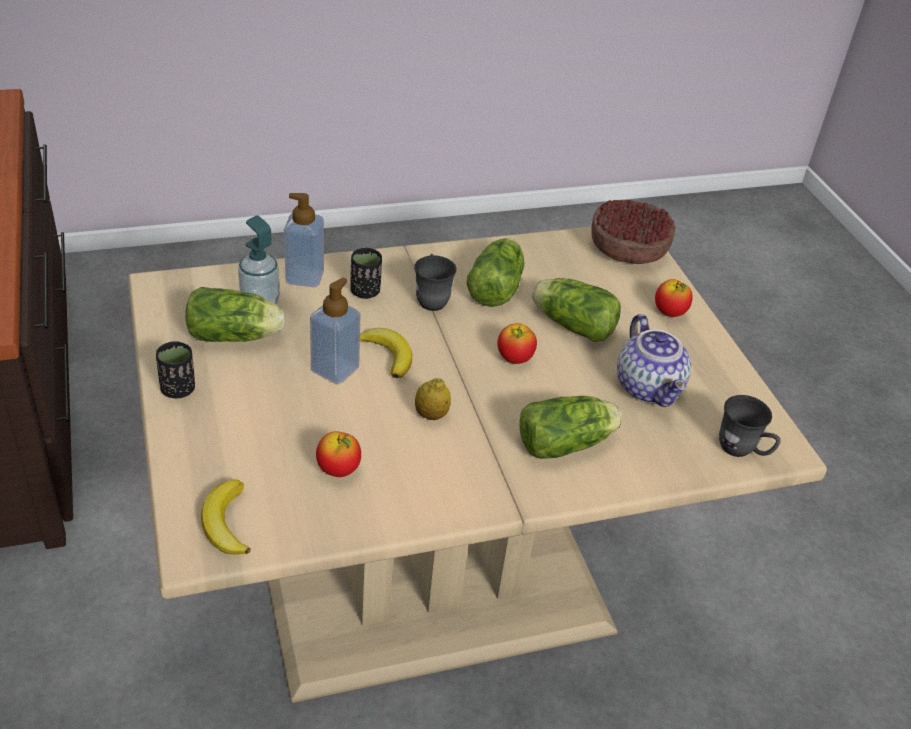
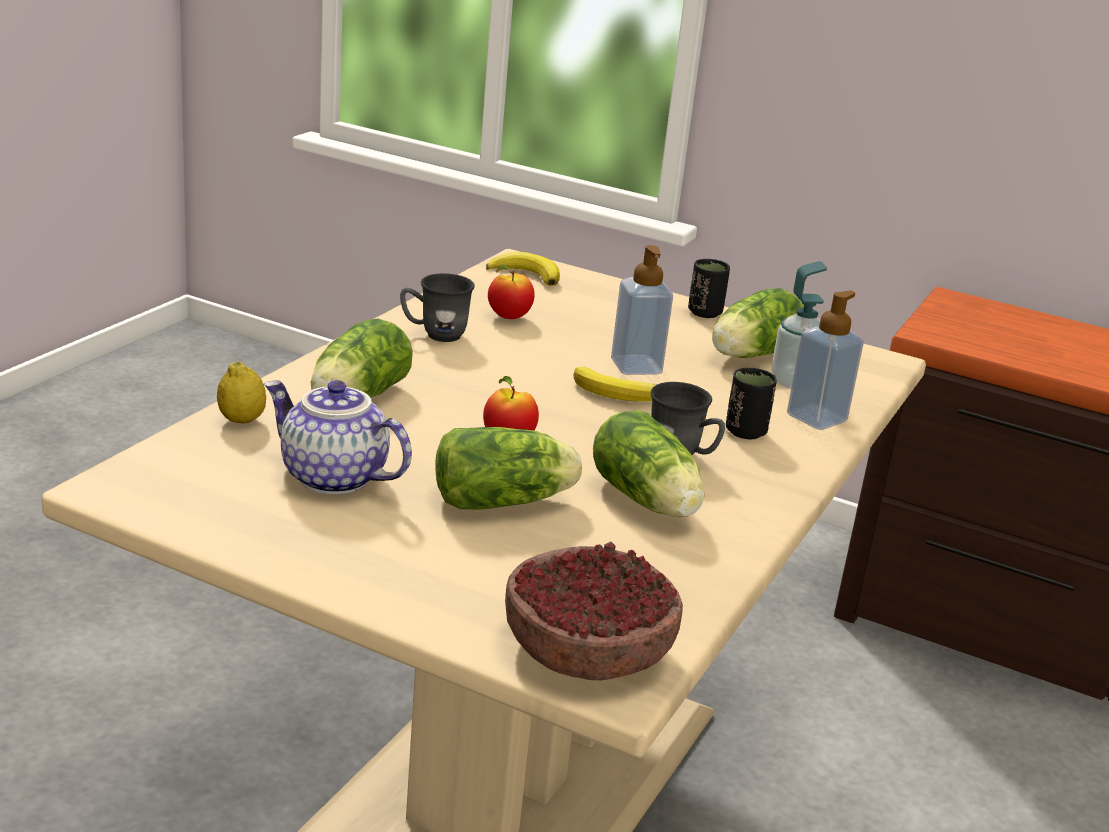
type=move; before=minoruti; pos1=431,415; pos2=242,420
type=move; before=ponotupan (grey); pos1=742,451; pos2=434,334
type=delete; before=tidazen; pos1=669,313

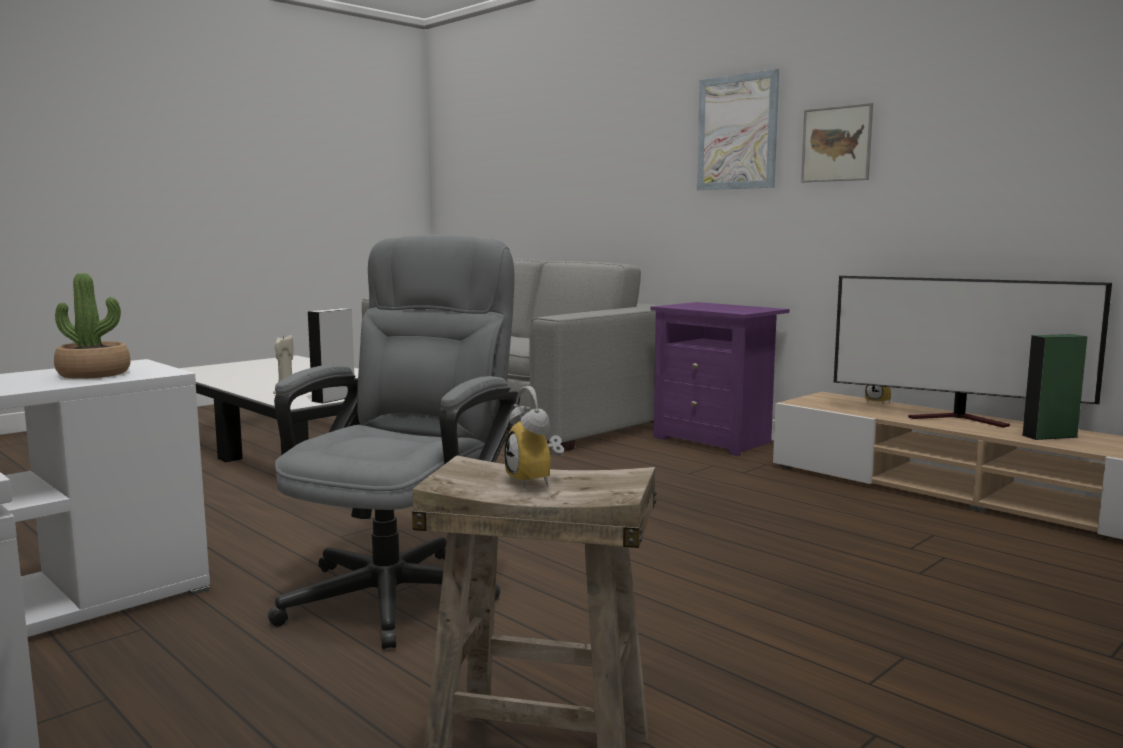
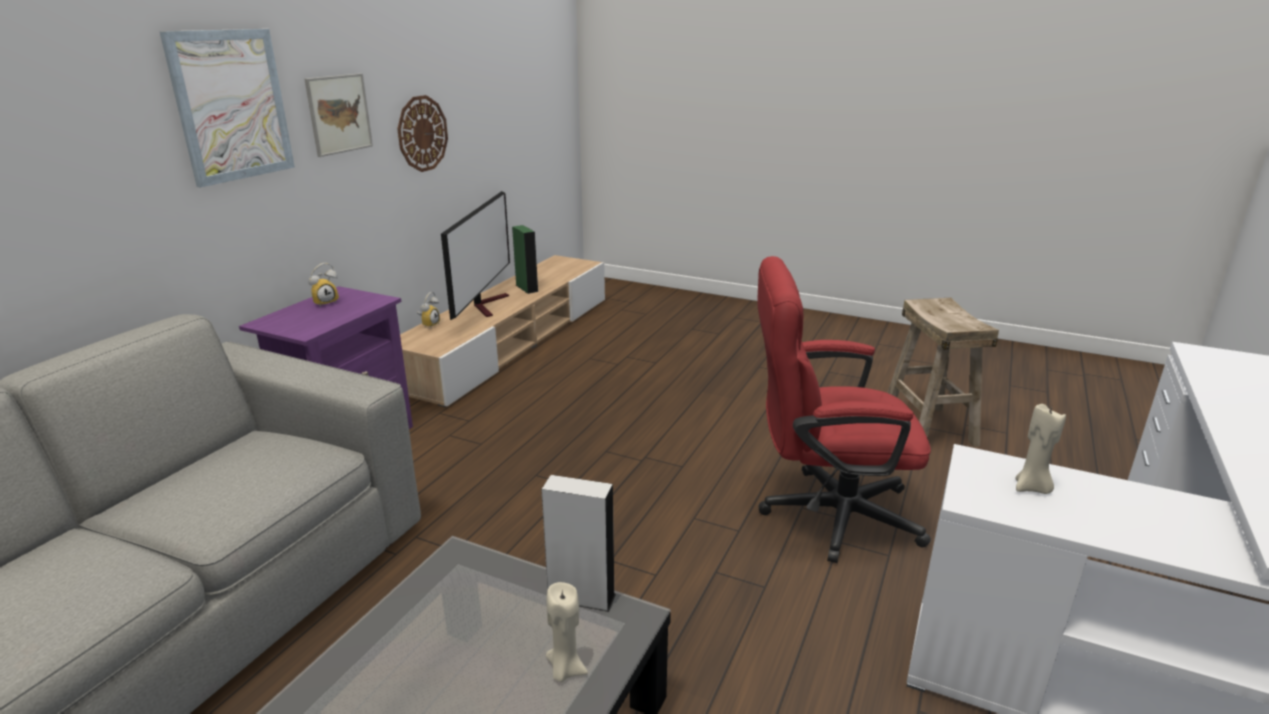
type=move; before=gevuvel; pos1=537,481; pos2=325,302
type=insert; after=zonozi; pos2=422,133
type=recolor; before=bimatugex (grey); after=bimatugex (red); pos1=402,588; pos2=825,514
type=replace; before=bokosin; after=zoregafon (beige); pos1=94,374; pos2=1031,488

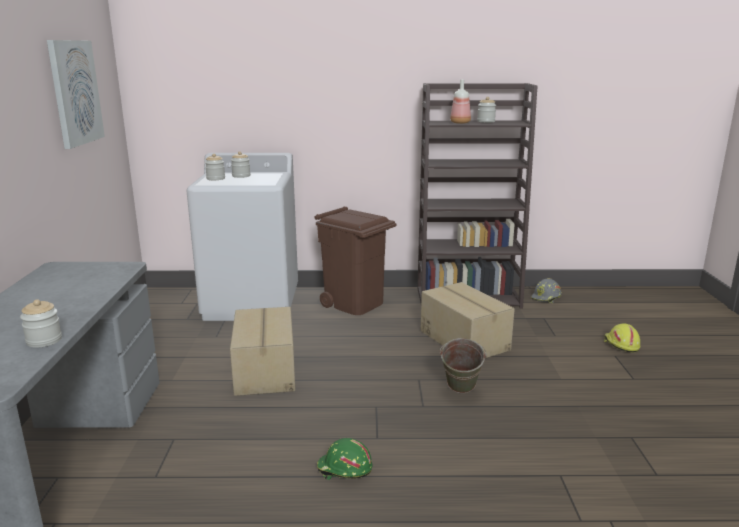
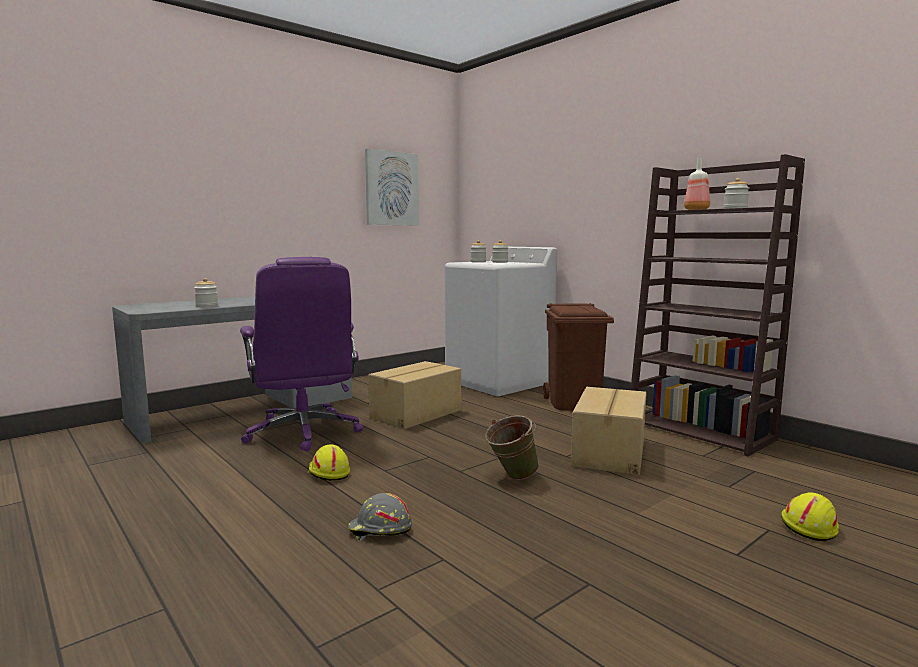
type=insert; after=bimatugex (purple); pos2=303,432
type=recolor; before=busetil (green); after=busetil (yellow); pos1=344,469; pos2=328,473
type=move; before=busetil (grey); pos1=546,298; pos2=380,530

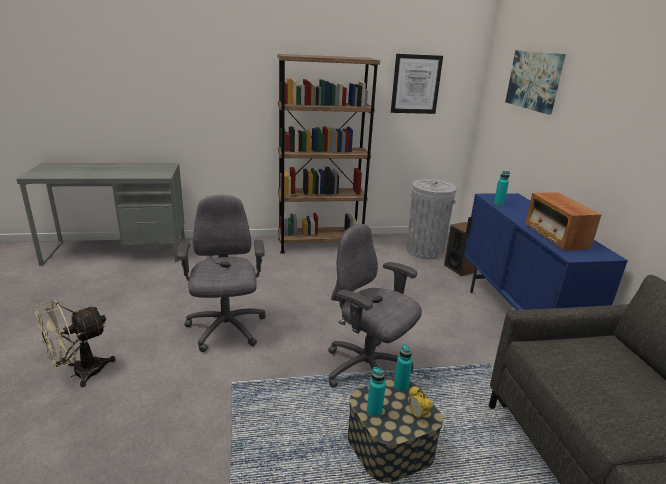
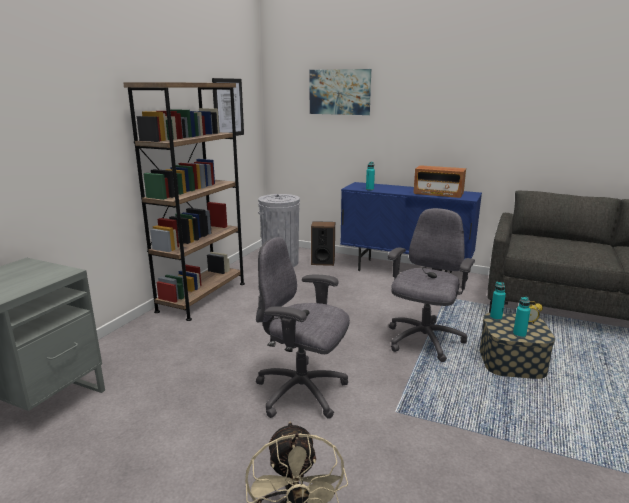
type=rotate; before=bimatugex (grey); pos1=367,370; pos2=423,341; turn=135

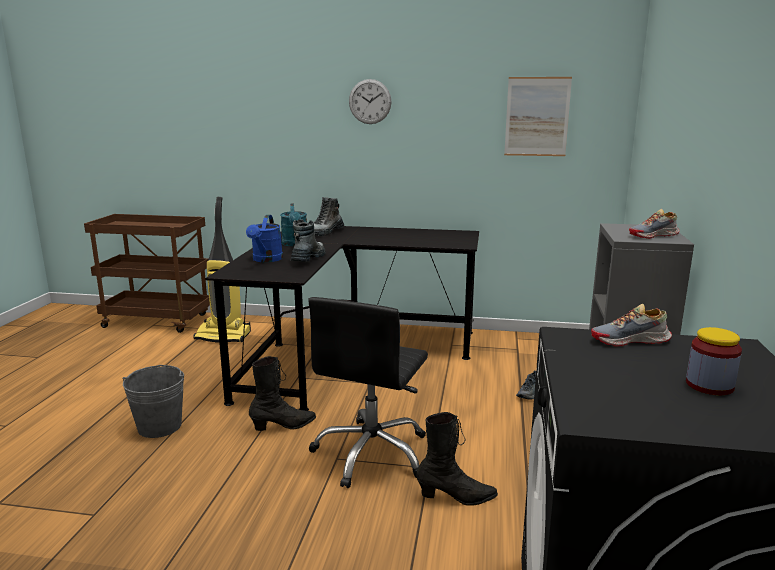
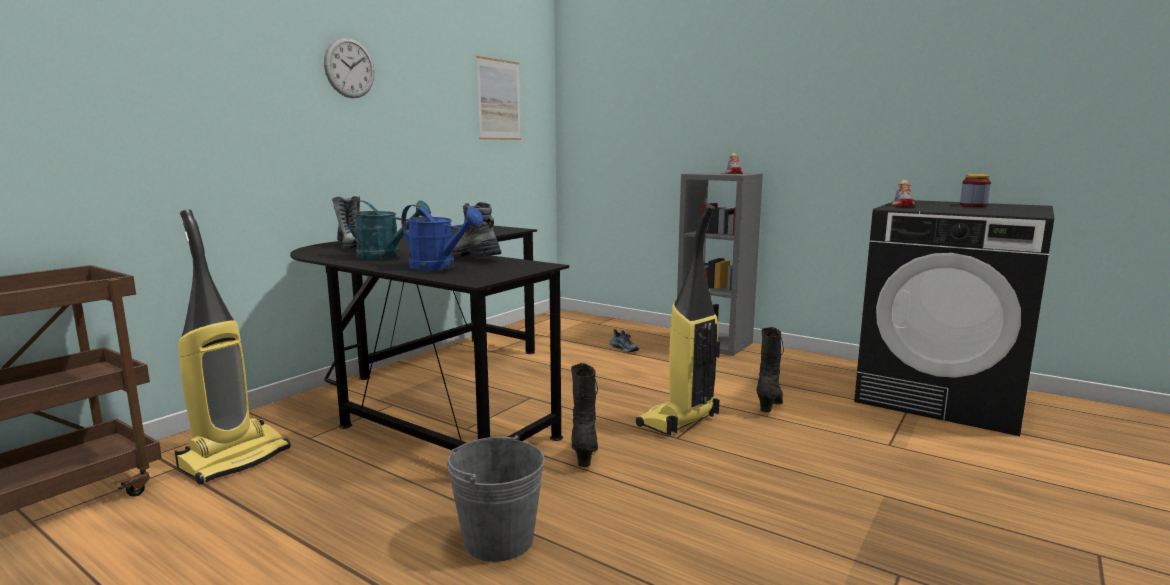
type=replace; before=bimatugex (black); after=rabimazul; pos1=372,453; pos2=679,421

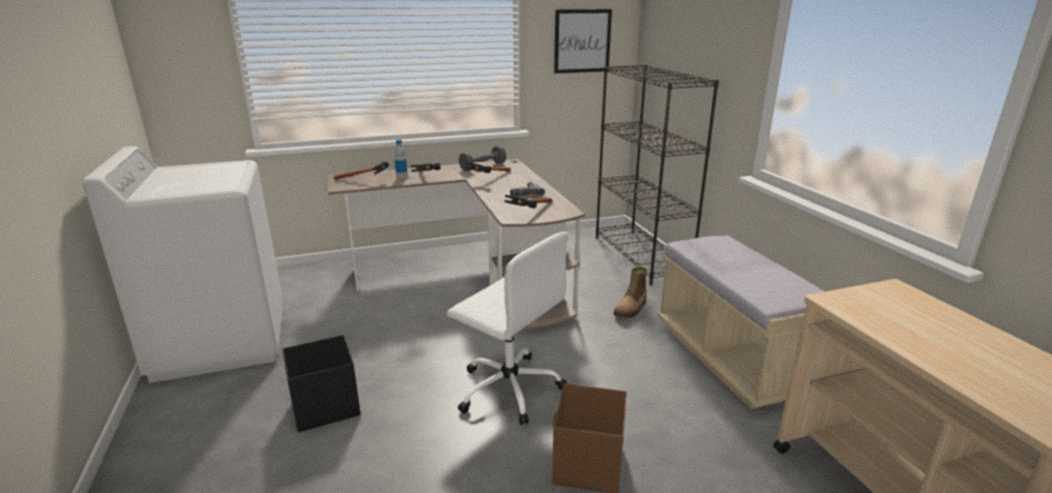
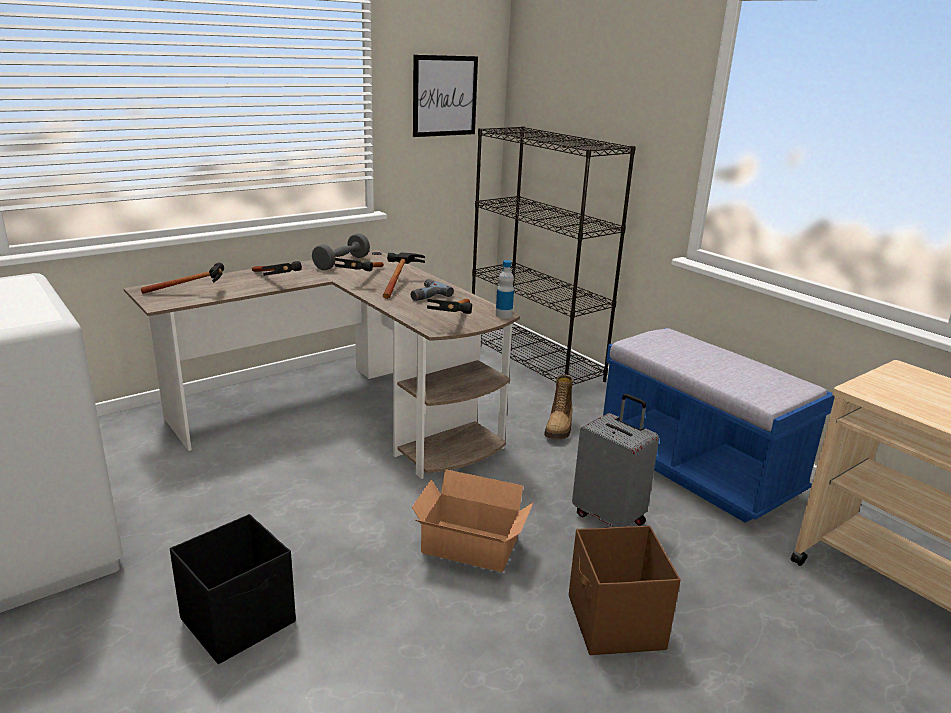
type=insert; after=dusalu; pos2=398,284
type=replace; before=bimatugex (white); after=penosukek; pos1=508,388; pos2=470,548
type=move; before=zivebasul; pos1=402,176; pos2=503,315
type=insert; after=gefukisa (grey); pos2=609,517
type=recolor; before=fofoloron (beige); after=fofoloron (blue); pos1=732,358; pos2=696,468

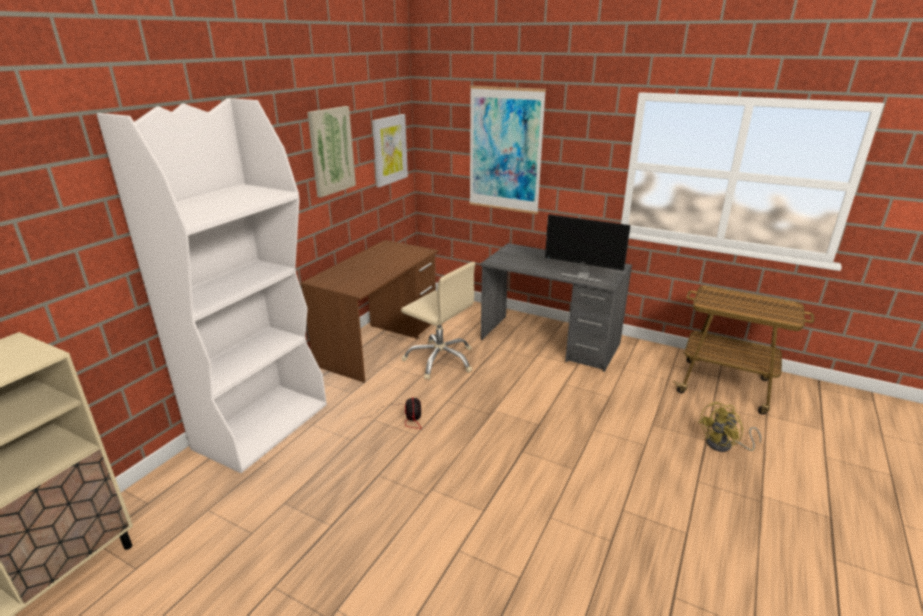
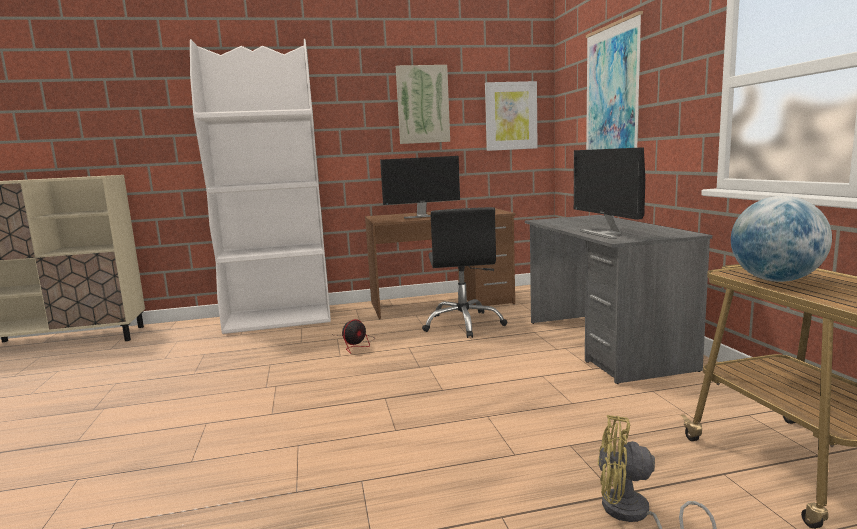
type=insert; after=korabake; pos2=422,216
type=recolor; before=bimatugex (beige); after=bimatugex (black); pos1=440,360; pos2=463,324
type=insert; after=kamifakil; pos2=775,280

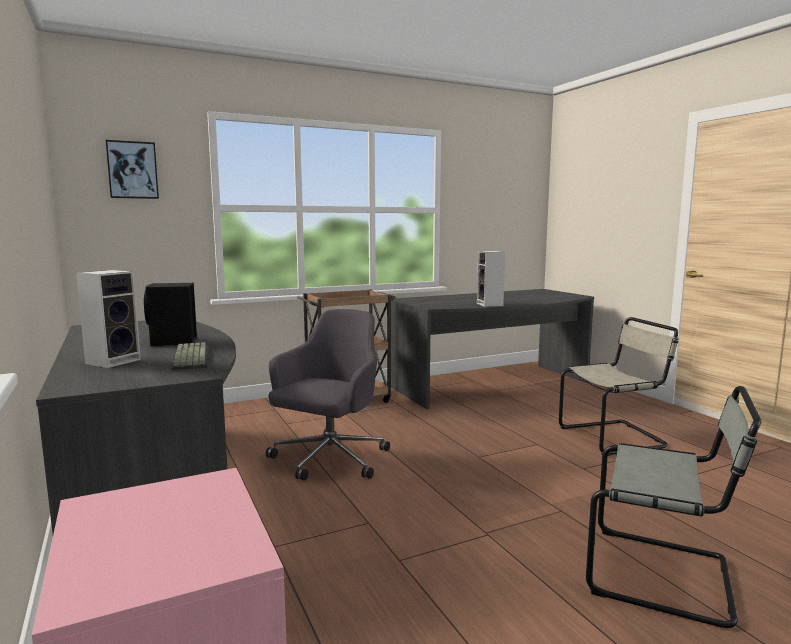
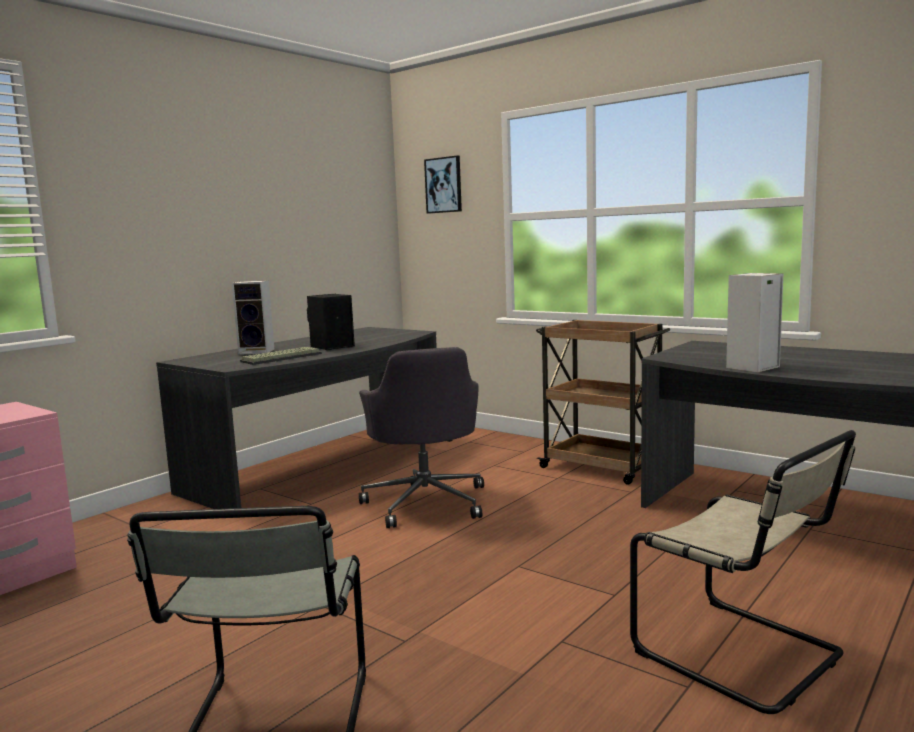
type=rotate; before=bimatugex (grey); pos1=329,459; pos2=426,502; turn=75

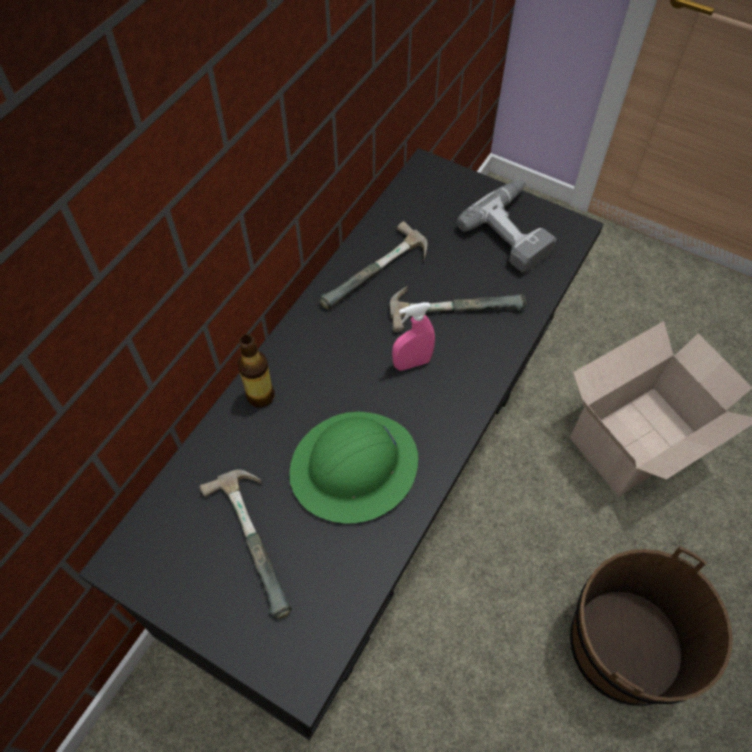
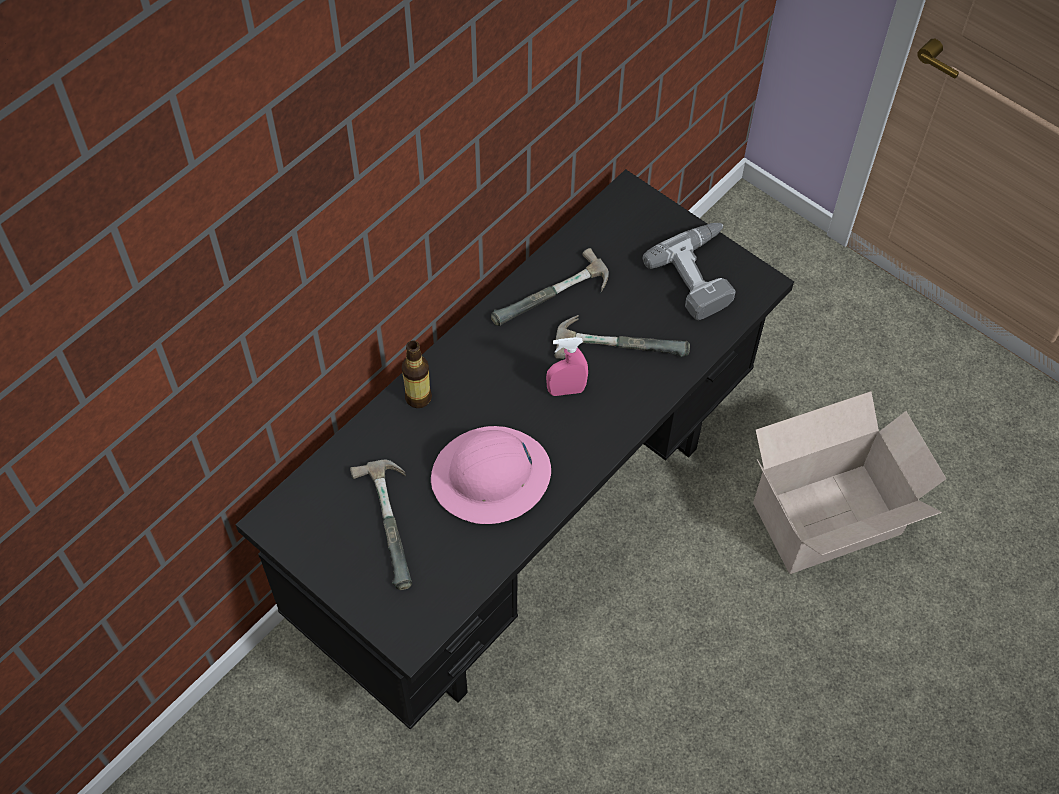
type=recolor; before=busetil (green); after=busetil (pink); pos1=355,468; pos2=491,477
type=delete; before=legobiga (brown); pos1=625,646

